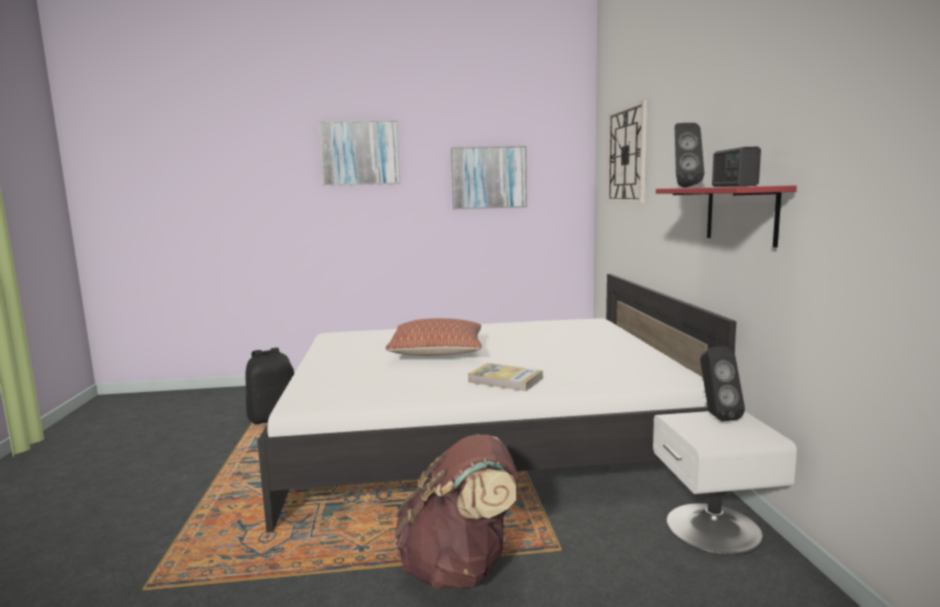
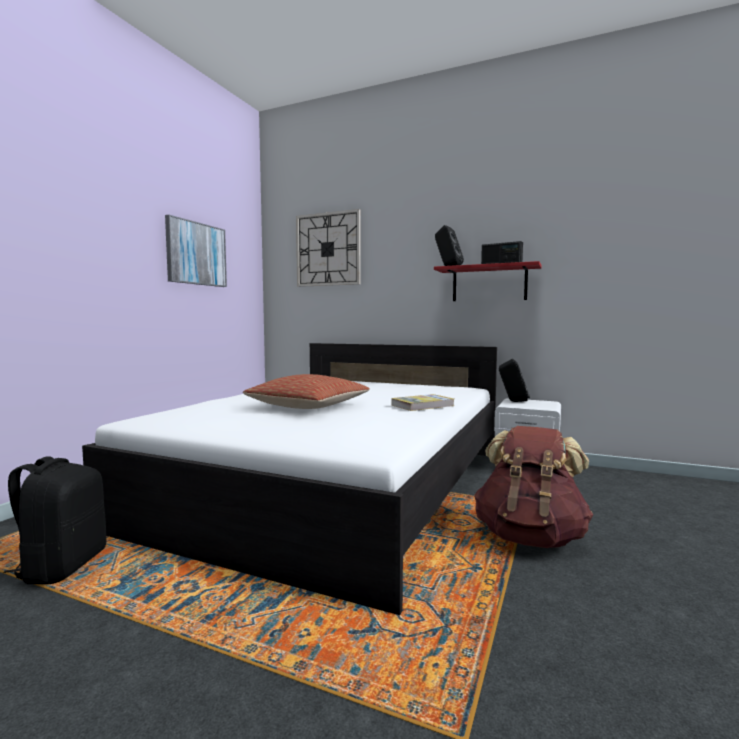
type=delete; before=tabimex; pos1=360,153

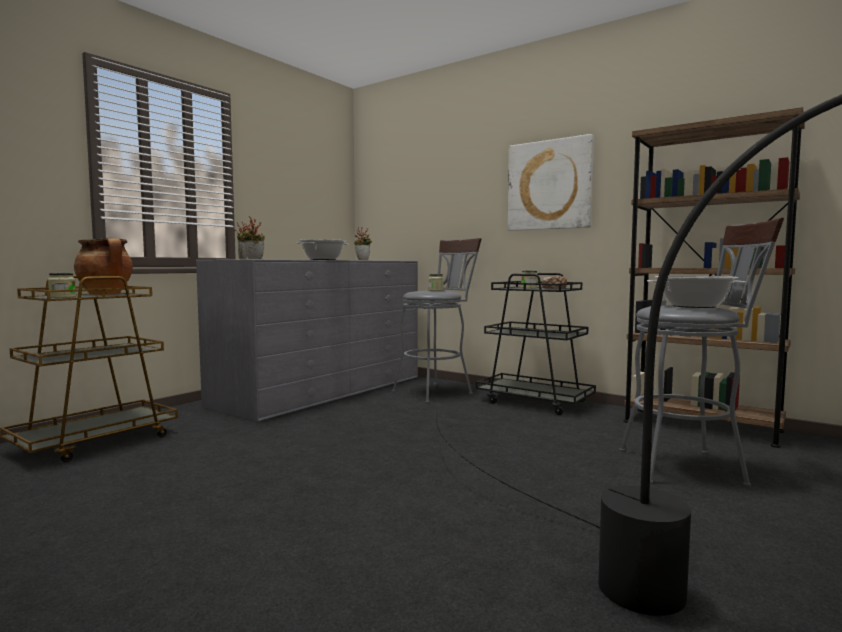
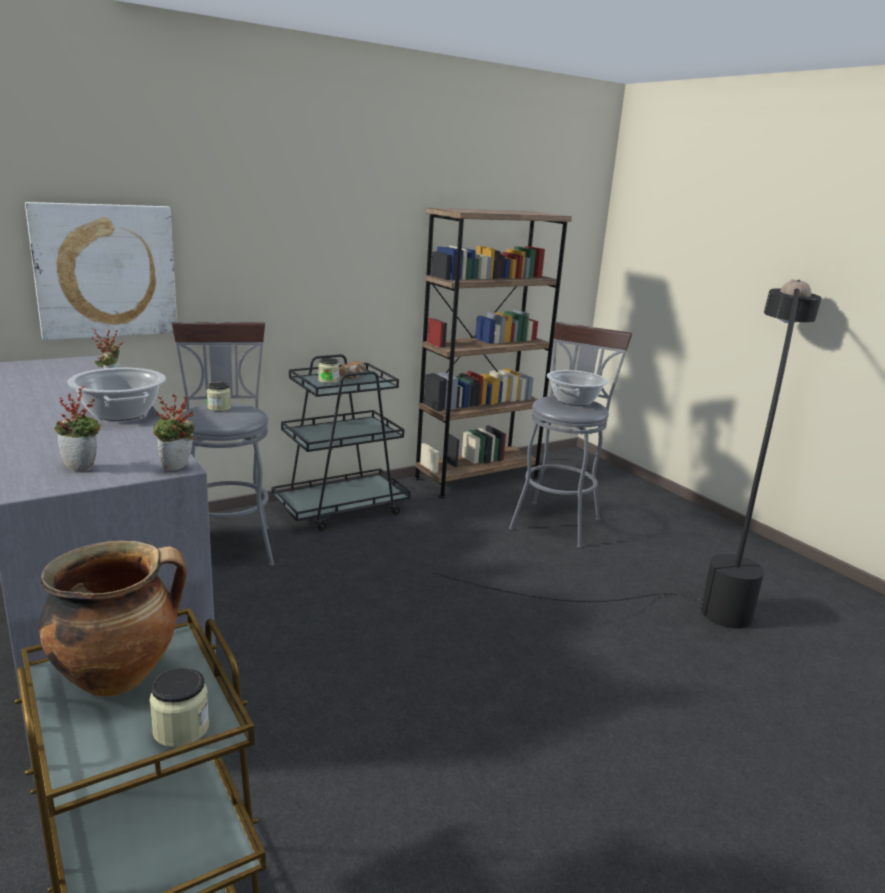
type=move; before=tabimex; pos1=549,185; pos2=105,271

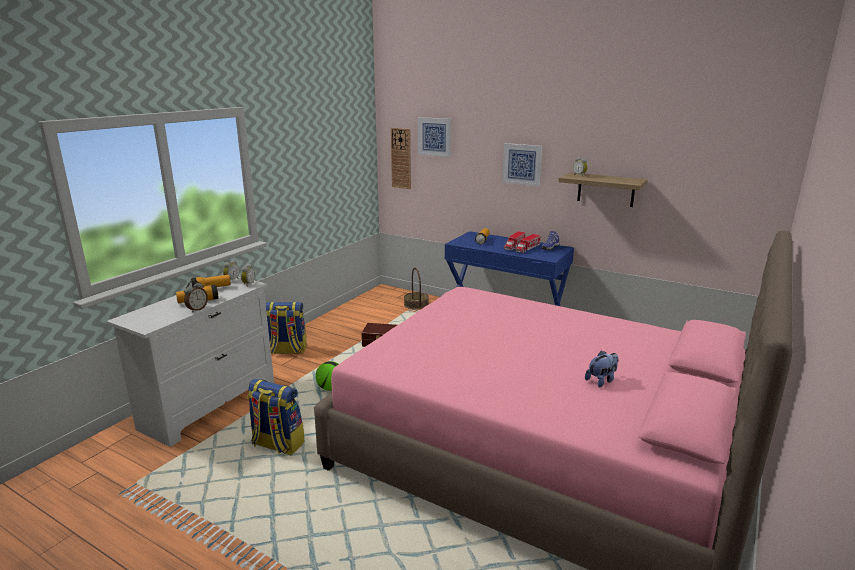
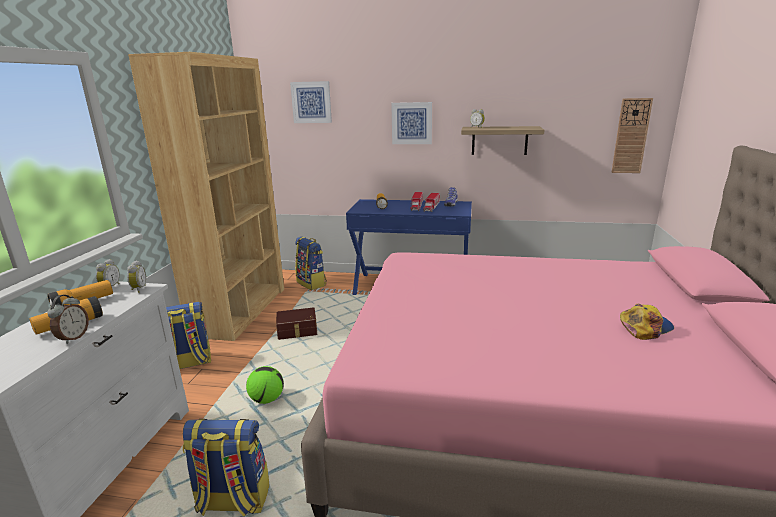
type=insert; after=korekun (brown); pos2=240,310
type=replace; before=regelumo; after=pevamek; pos1=416,304; pos2=312,283
type=move; before=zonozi; pos1=401,158; pos2=631,136
type=replace; before=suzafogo; after=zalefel; pos1=601,380; pos2=644,327

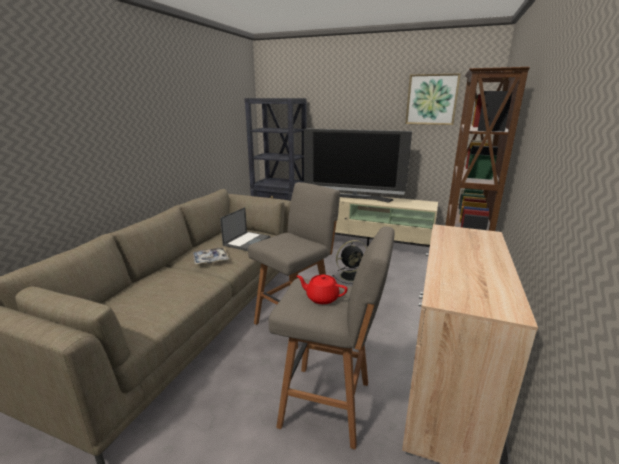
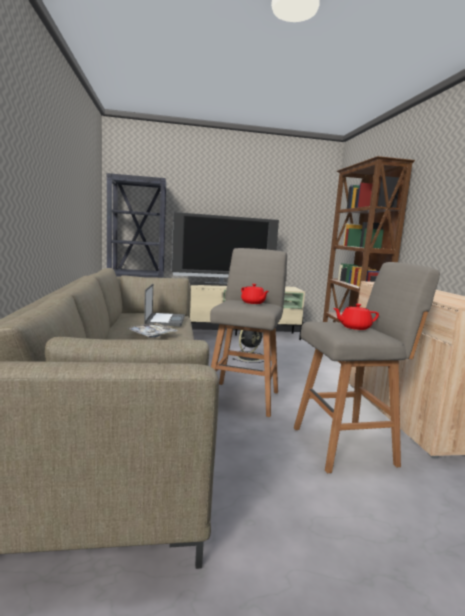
type=insert; after=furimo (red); pos2=253,303
type=delete; before=tabimex; pos1=431,99

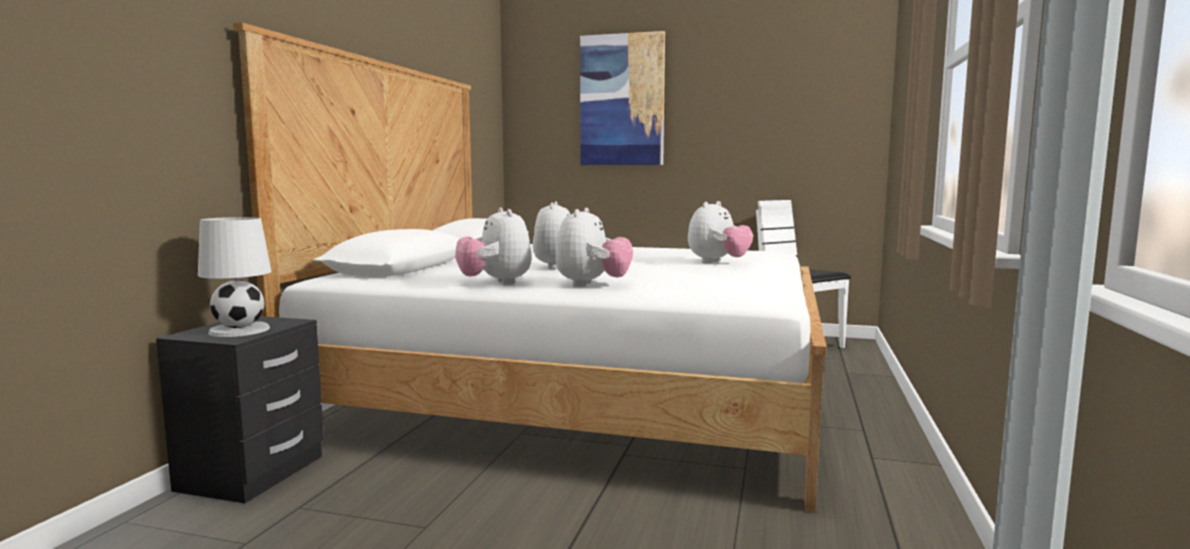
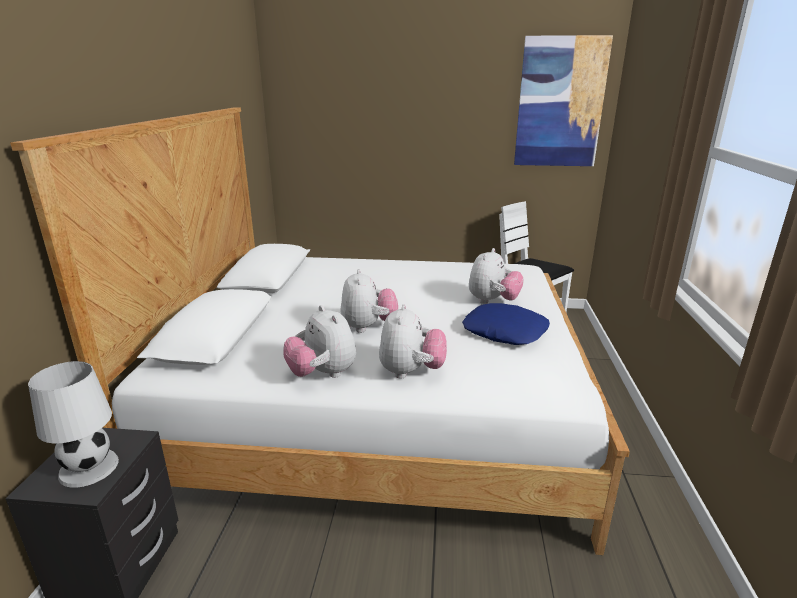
type=insert; after=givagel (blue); pos2=505,332
type=move; before=tabimex; pos1=622,100; pos2=560,103

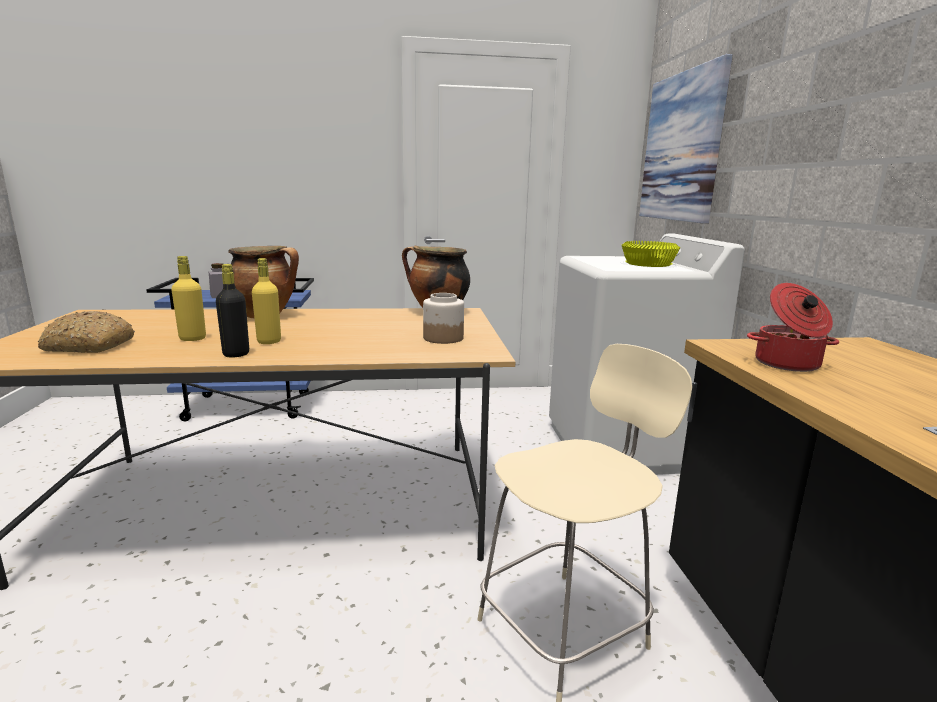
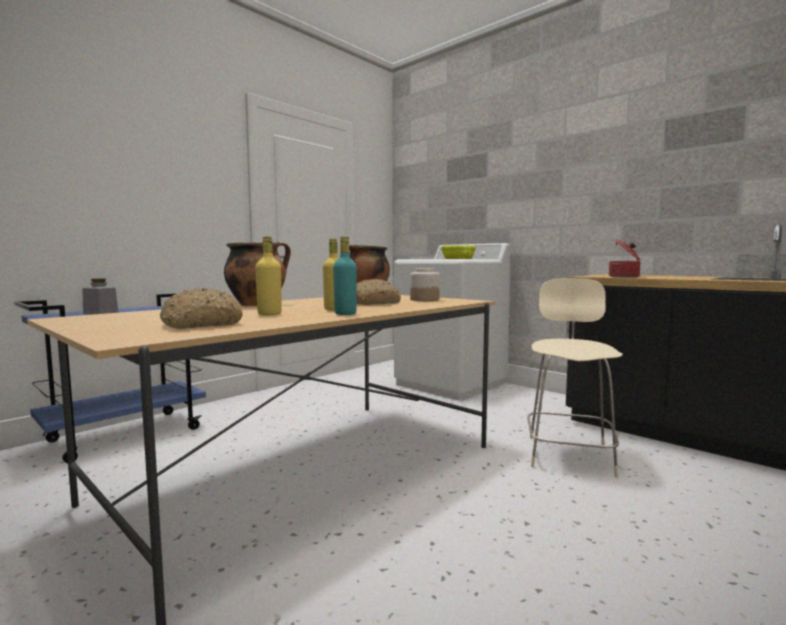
type=recolor; before=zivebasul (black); after=zivebasul (turquoise); pos1=236,354; pos2=345,314
type=insert; after=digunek; pos2=374,303
type=delete; before=tabimex; pos1=681,147

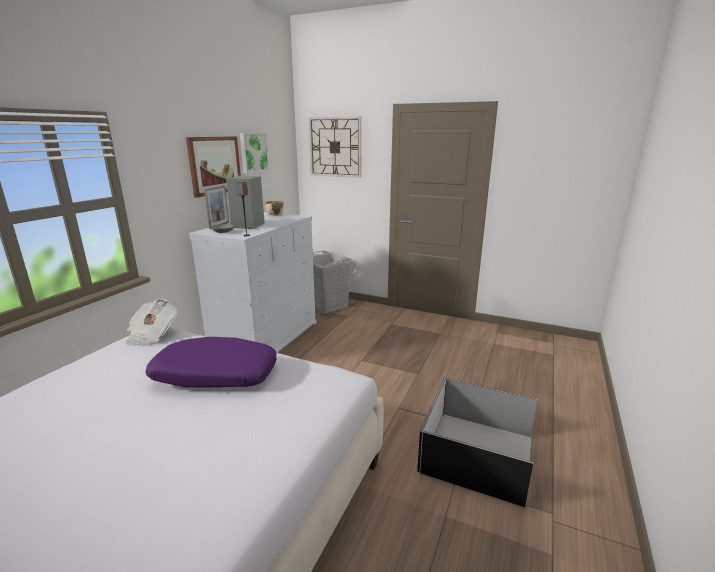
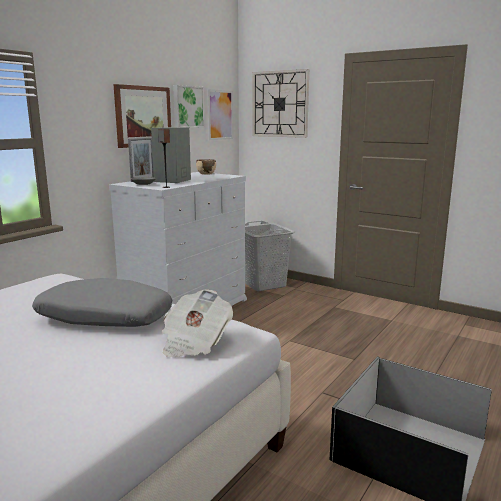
type=recolor; before=givagel (purple); after=givagel (grey); pos1=215,375; pos2=104,318
type=move; before=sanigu; pos1=152,334; pos2=194,342
type=insert; after=tabimex; pos2=220,115

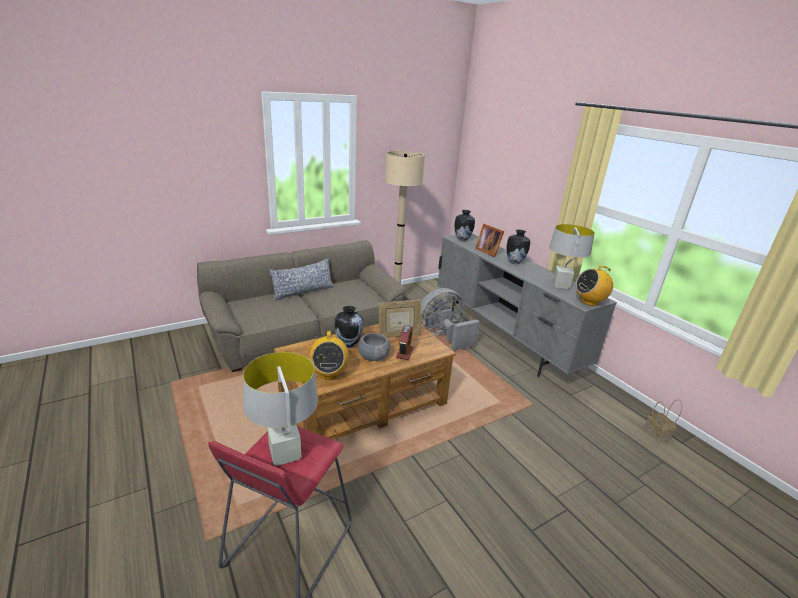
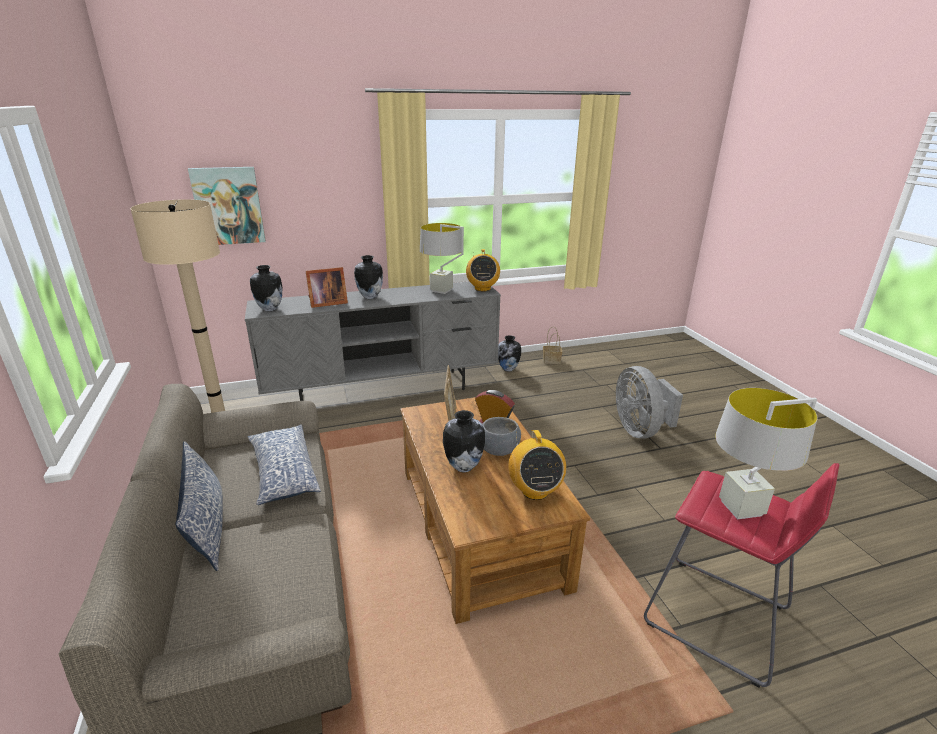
type=insert; after=tabimex; pos2=228,206
type=insert; after=givagel; pos2=283,472
type=insert; after=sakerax; pos2=508,369
type=rotate; before=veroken; pos1=329,374; pos2=534,491; turn=75
type=move; before=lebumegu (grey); pos1=442,338; pos2=640,430

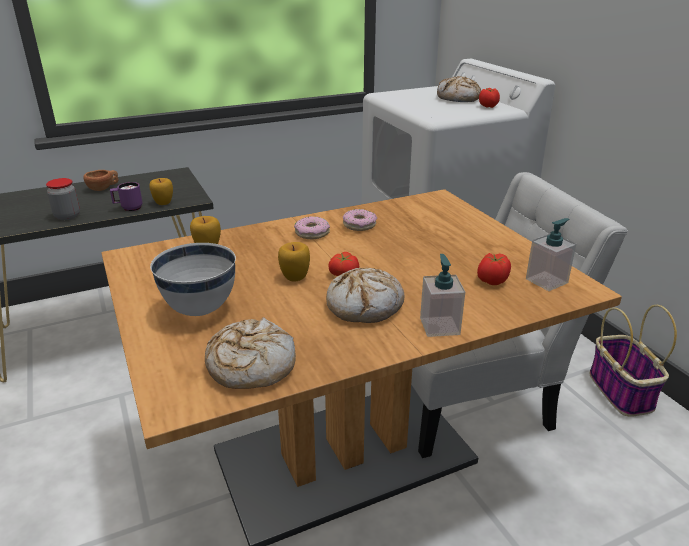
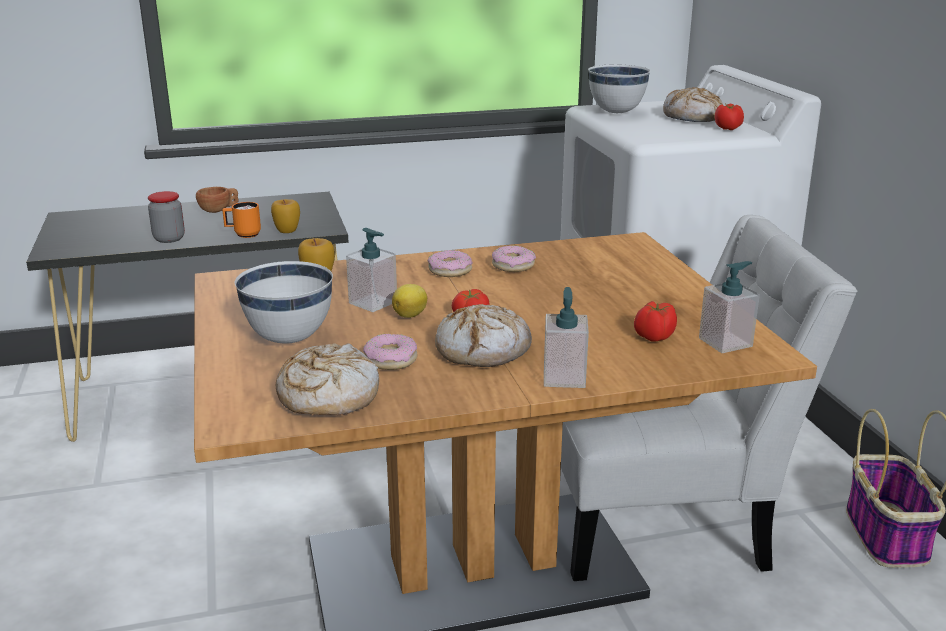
type=recolor; before=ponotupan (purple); after=ponotupan (orange); pos1=128,208; pos2=243,234
type=insert; after=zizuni; pos2=373,302
type=insert; after=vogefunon; pos2=391,360
type=replace; before=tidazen; after=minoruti; pos1=295,277; pos2=411,315
type=insert; after=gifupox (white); pos2=616,112

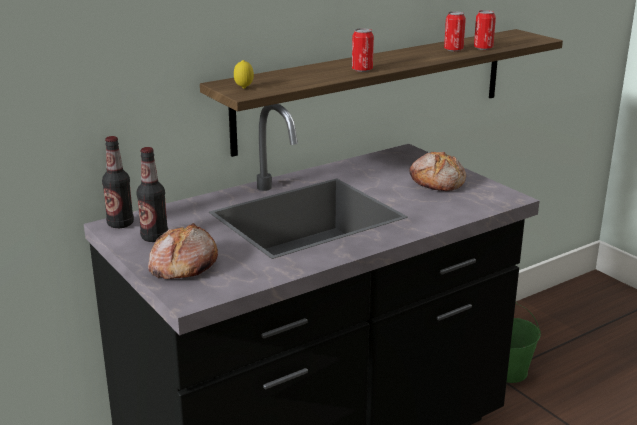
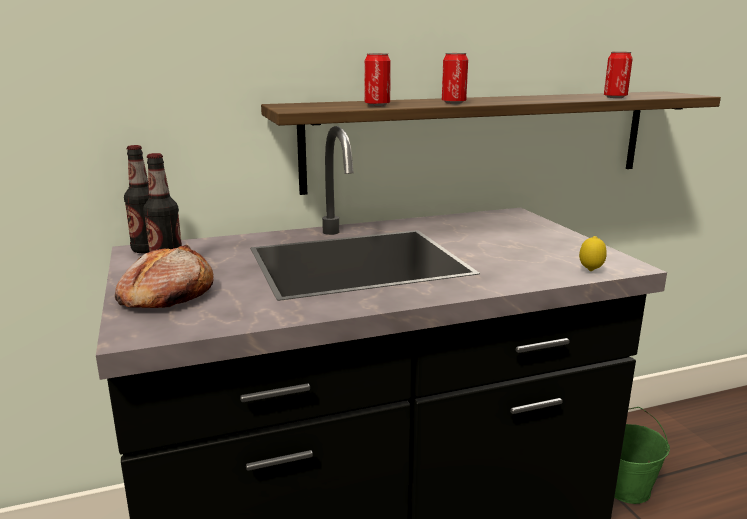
type=move; before=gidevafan; pos1=453,50; pos2=377,105
type=move; before=minoruti; pos1=244,88; pos2=590,271
type=delete; before=digunek; pos1=438,182

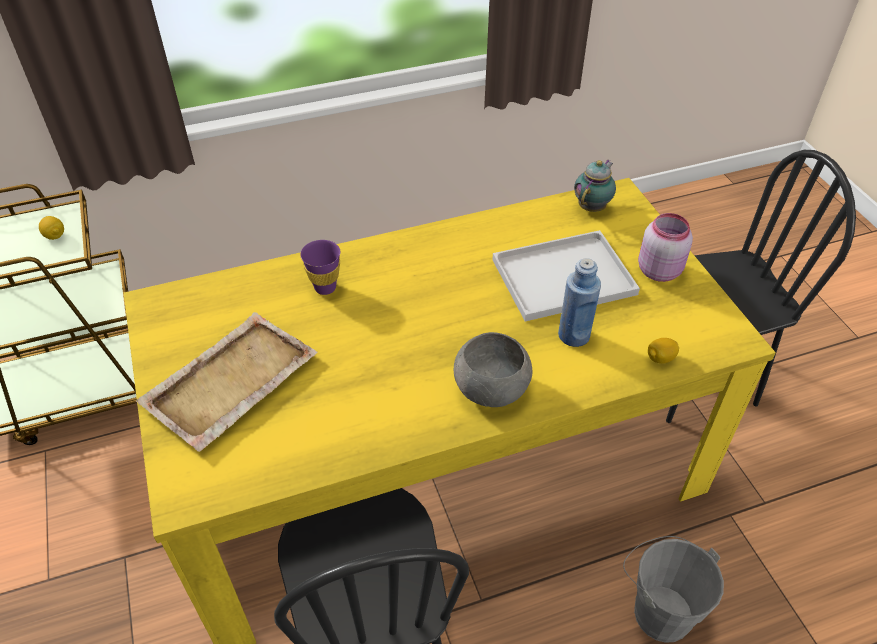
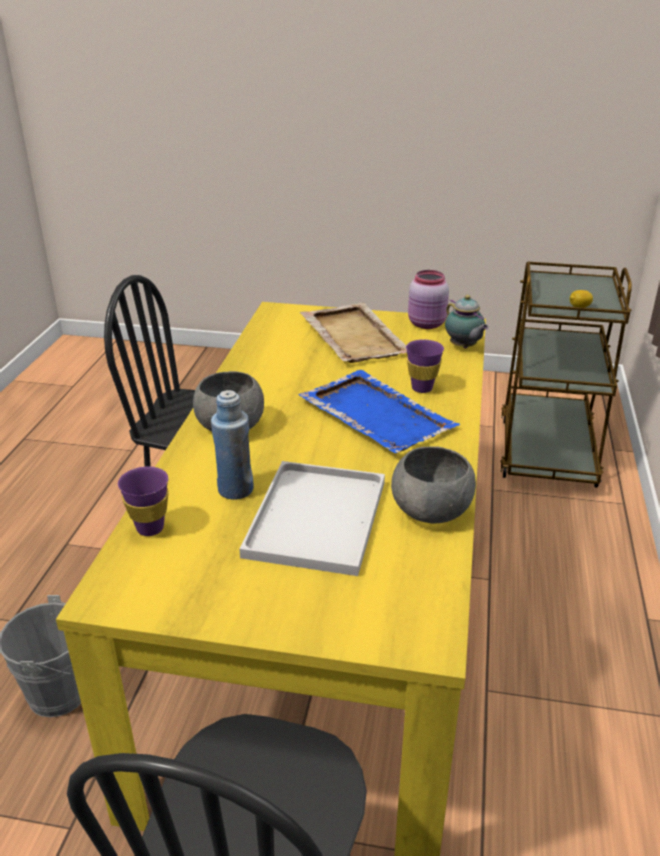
type=replace; before=minoruti; after=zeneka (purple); pos1=660,358; pos2=150,528
type=insert; after=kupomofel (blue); pos2=375,414
type=insert; after=gifupox (grey); pos2=430,510
type=move; before=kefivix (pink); pos1=659,270; pos2=427,324
type=move; before=furimo; pos1=592,207; pos2=463,347

